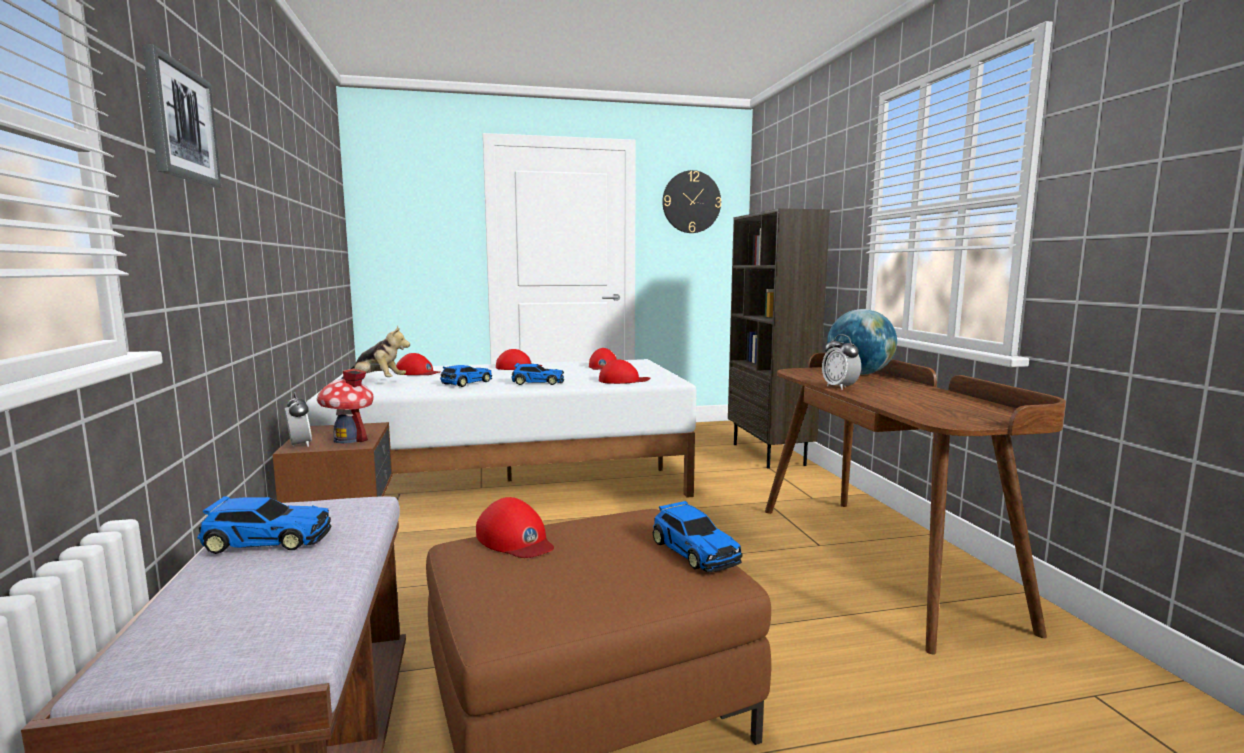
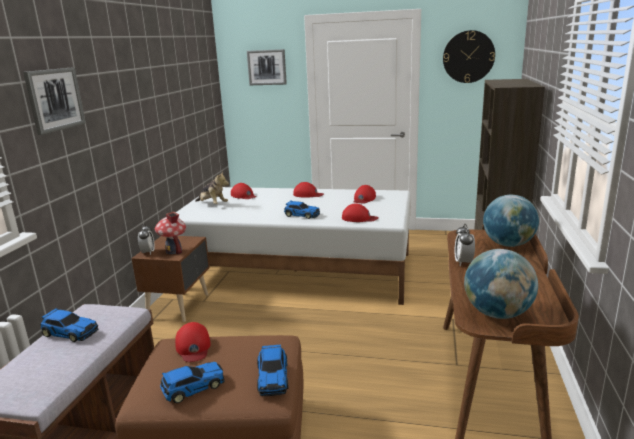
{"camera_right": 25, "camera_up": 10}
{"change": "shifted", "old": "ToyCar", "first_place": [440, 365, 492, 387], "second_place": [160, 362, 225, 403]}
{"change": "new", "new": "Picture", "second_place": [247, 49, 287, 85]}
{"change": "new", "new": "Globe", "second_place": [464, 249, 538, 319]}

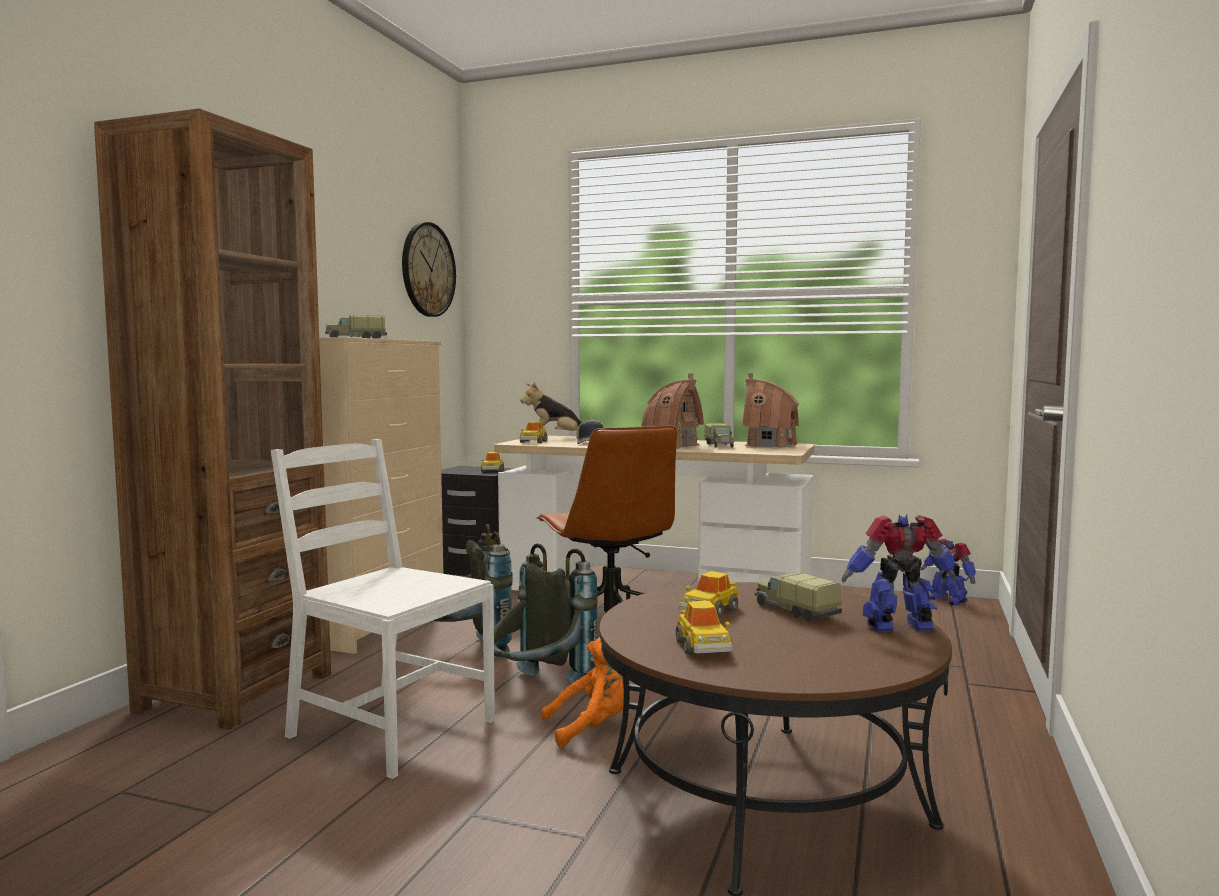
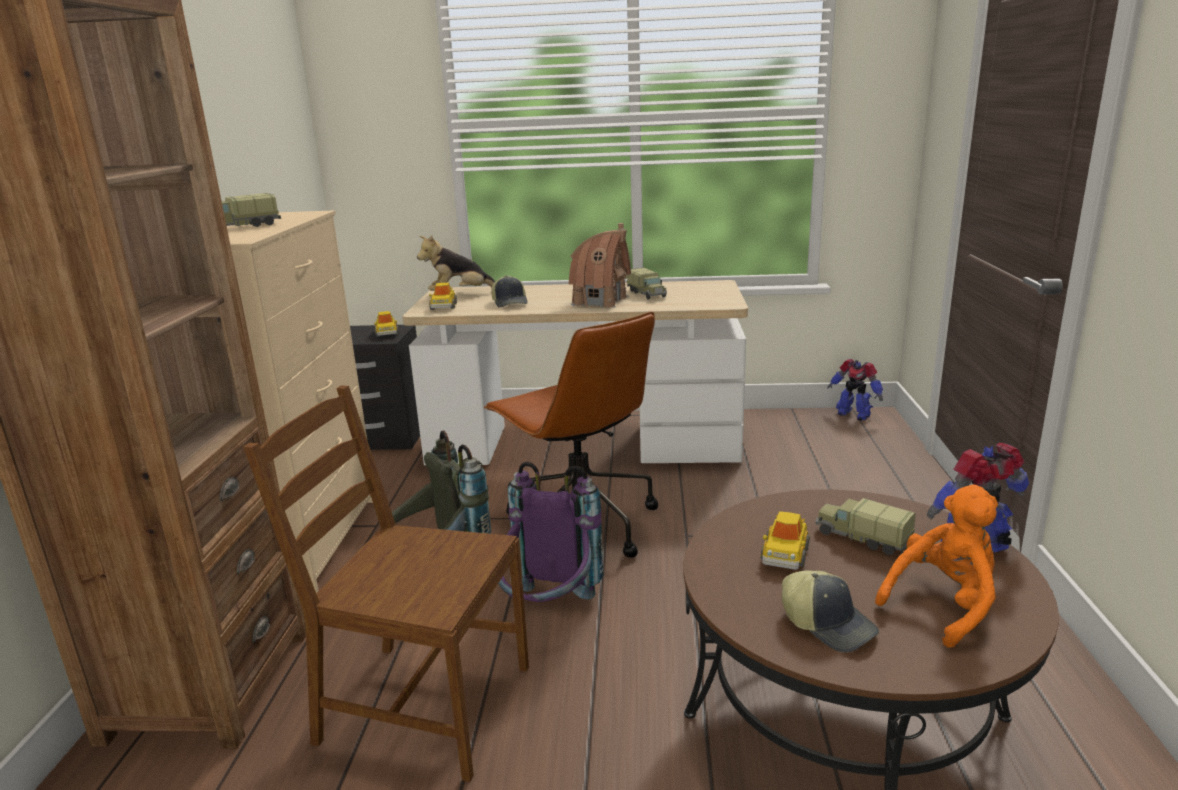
{"camera_right": -15, "camera_up": 15}
{"change": "gone", "old": "WallClock", "first_place": [402, 222, 456, 317]}
{"change": "gone", "old": "ToyHouse", "first_place": [743, 373, 799, 448]}
{"change": "repainted", "old": "WhiteChair", "new": "BrownChair", "first_place": [271, 439, 495, 779], "second_place": [243, 386, 529, 782]}
{"change": "repainted", "old": "GreyBackpack", "new": "PurpleBackpack", "first_place": [494, 543, 598, 688], "second_place": [498, 461, 603, 602]}
{"change": "swapped", "old": "ToyCar", "new": "Cap", "first_place": [676, 601, 732, 654], "second_place": [782, 570, 879, 653]}
{"change": "shifted", "old": "OrangePlushToy", "first_place": [541, 637, 624, 747], "second_place": [875, 485, 998, 648]}

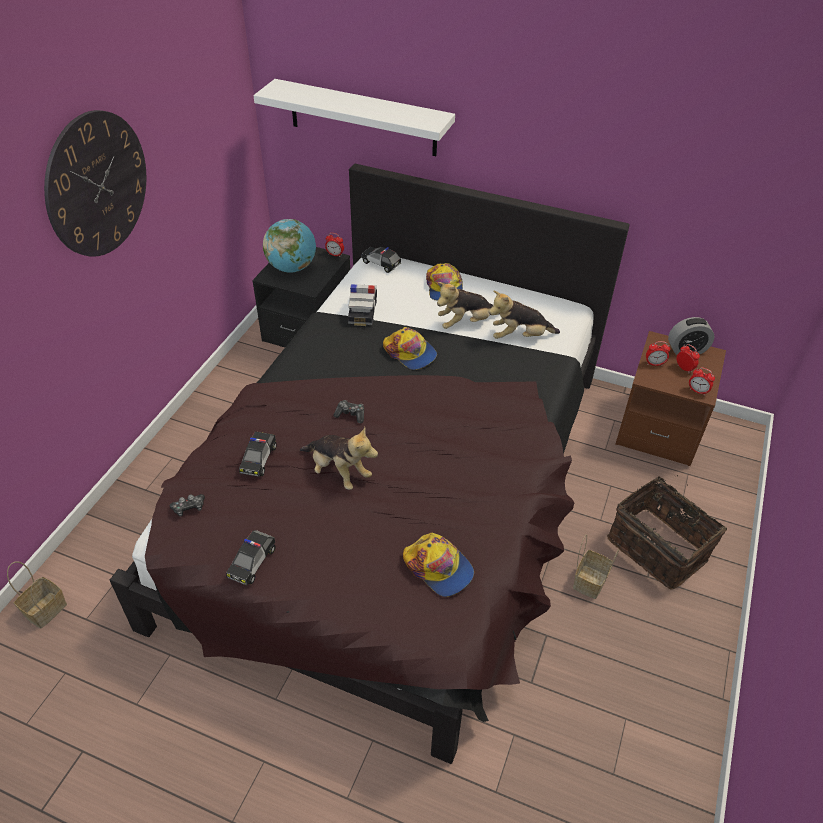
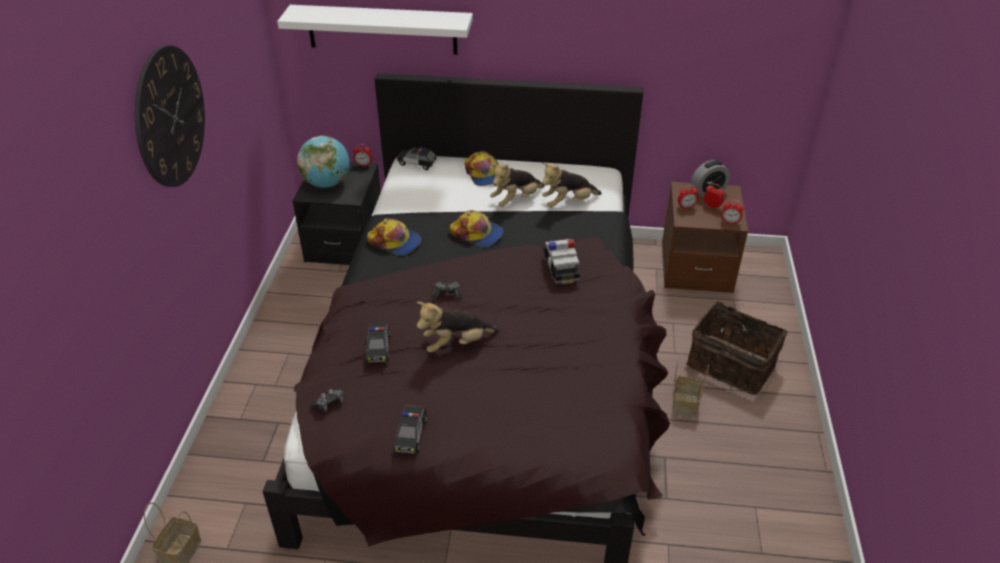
{"camera_right": -15, "camera_up": -5}
{"change": "shifted", "old": "ToyCar", "first_place": [348, 284, 377, 326], "second_place": [543, 239, 580, 284]}
{"change": "rotated", "old": "PlushToy", "first_place": [300, 427, 378, 490], "second_place": [416, 302, 500, 353], "degrees": 135}
{"change": "shifted", "old": "Cap", "first_place": [403, 533, 474, 597], "second_place": [367, 218, 421, 256]}

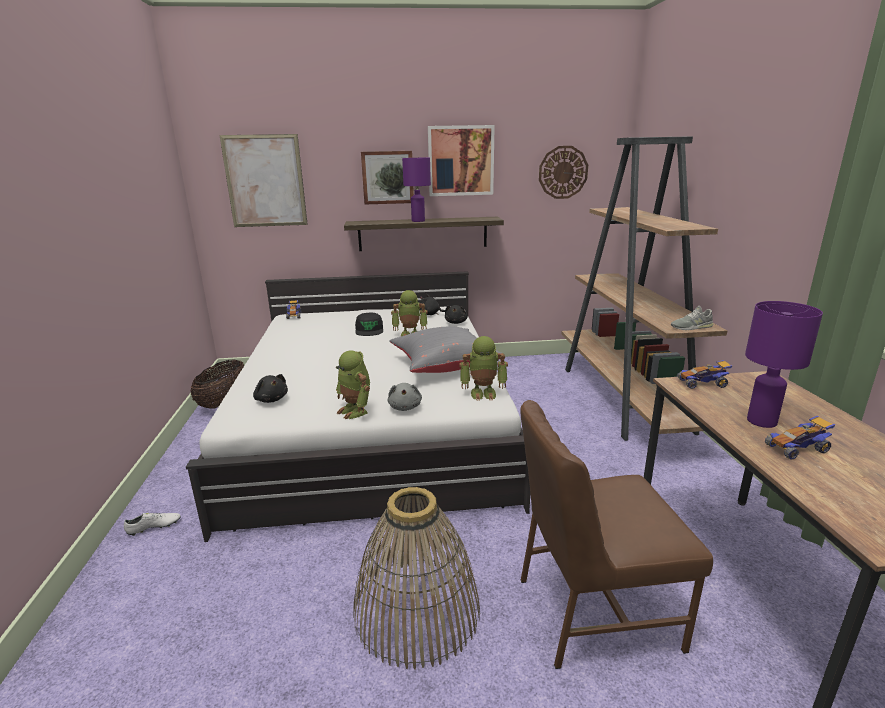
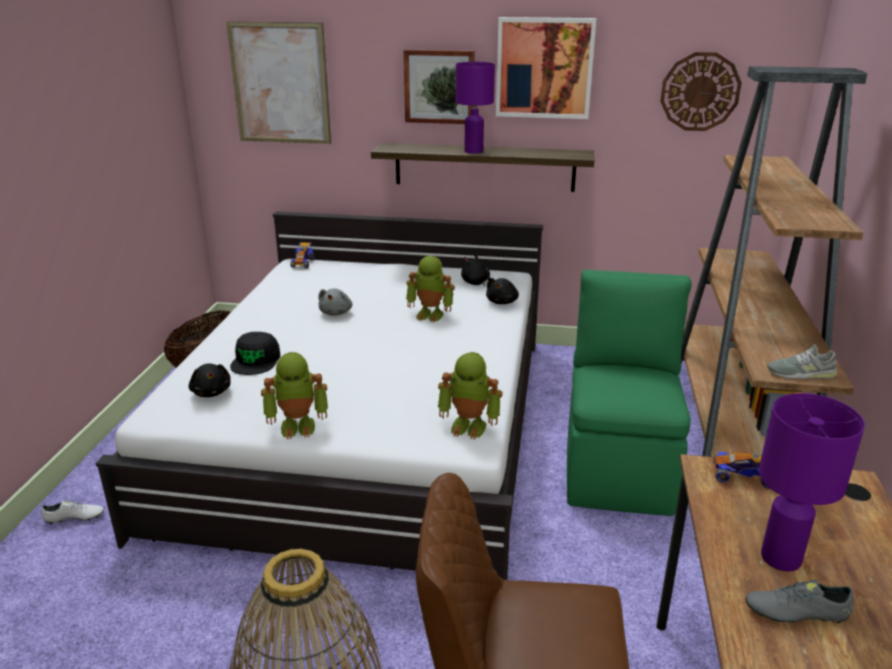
{"camera_right": 15, "camera_up": 5}
{"change": "shifted", "old": "BlackCap", "first_place": [355, 313, 383, 336], "second_place": [230, 332, 280, 375]}
{"change": "gone", "old": "GreyPillow", "first_place": [389, 327, 501, 373]}
{"change": "rotated", "old": "ToyRobot", "first_place": [336, 350, 370, 419], "second_place": [261, 352, 328, 439], "degrees": -75}
{"change": "shifted", "old": "GreyPlushToy", "first_place": [388, 383, 422, 411], "second_place": [318, 288, 352, 316]}
{"change": "swapped", "old": "ToyCar", "new": "GreyShoe", "first_place": [765, 416, 835, 460], "second_place": [746, 579, 854, 624]}
{"change": "new", "new": "GreenChair", "second_place": [567, 269, 692, 516]}

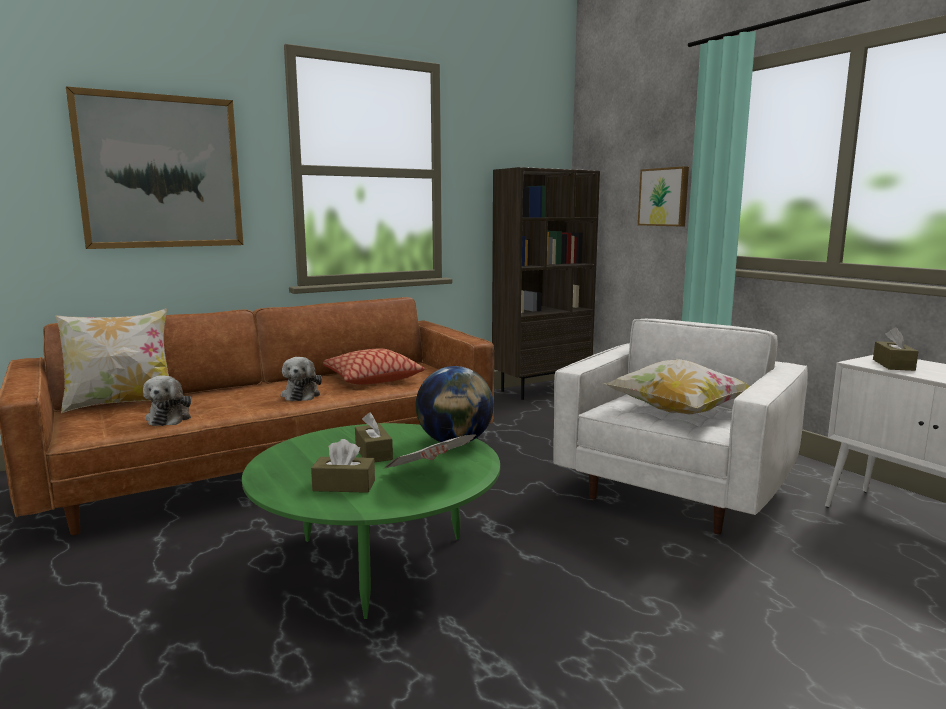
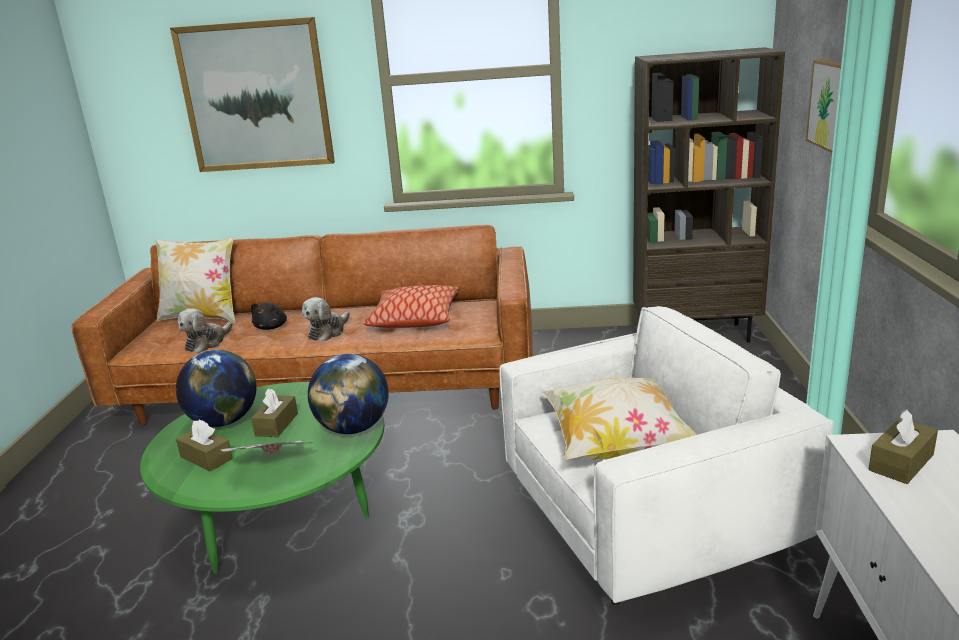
{"camera_right": 35, "camera_up": 10}
{"change": "new", "new": "BlackPlushToy", "second_place": [251, 302, 287, 330]}
{"change": "new", "new": "Globe", "second_place": [176, 350, 257, 427]}

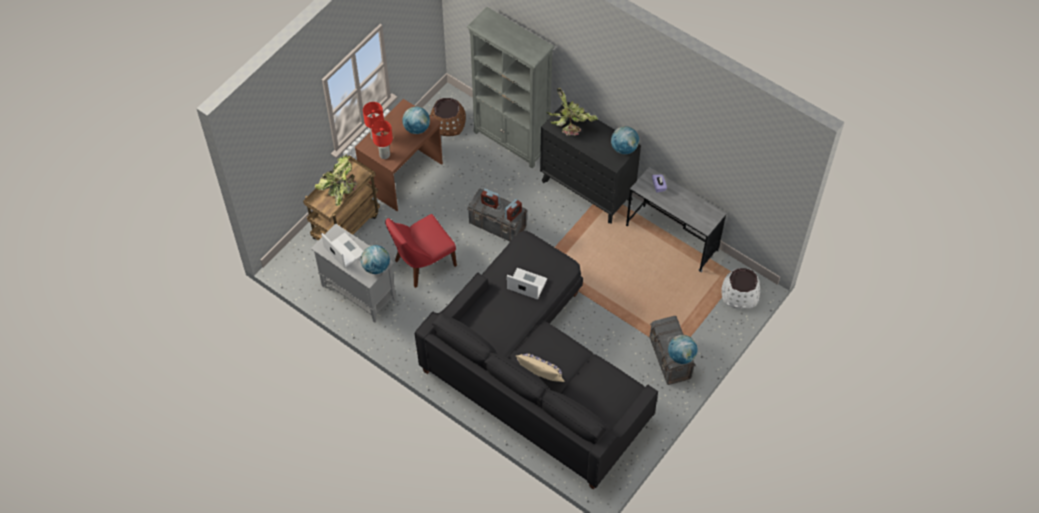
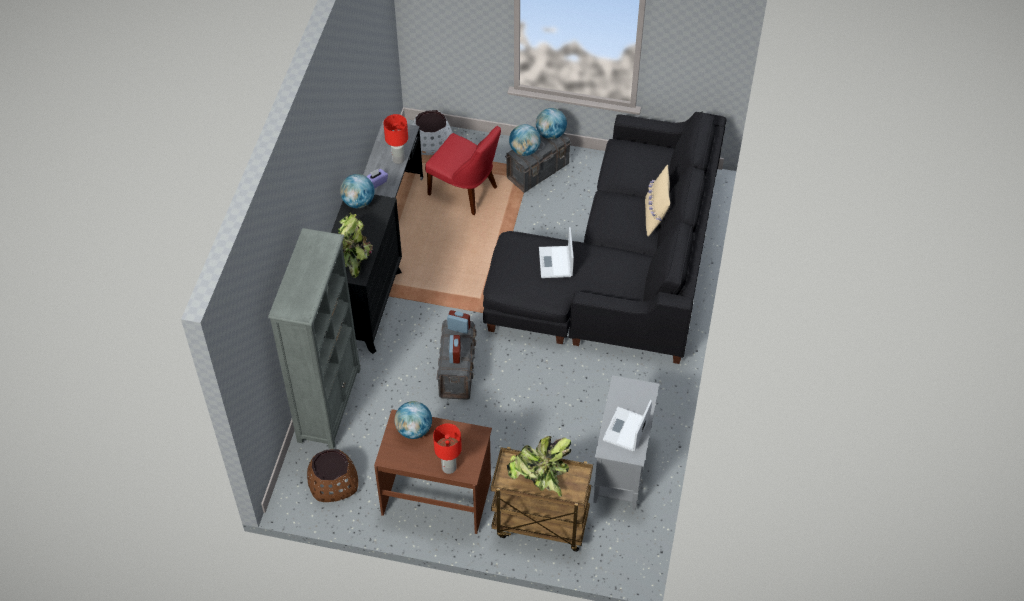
{"camera_right": -115, "camera_up": -5}
{"change": "shifted", "old": "RedTableLamp", "first_place": [371, 120, 393, 159], "second_place": [383, 114, 408, 164]}
{"change": "shifted", "old": "RedChair", "first_place": [385, 214, 457, 288], "second_place": [425, 126, 501, 215]}
{"change": "shifted", "old": "Globe", "first_place": [361, 245, 390, 274], "second_place": [509, 124, 541, 156]}

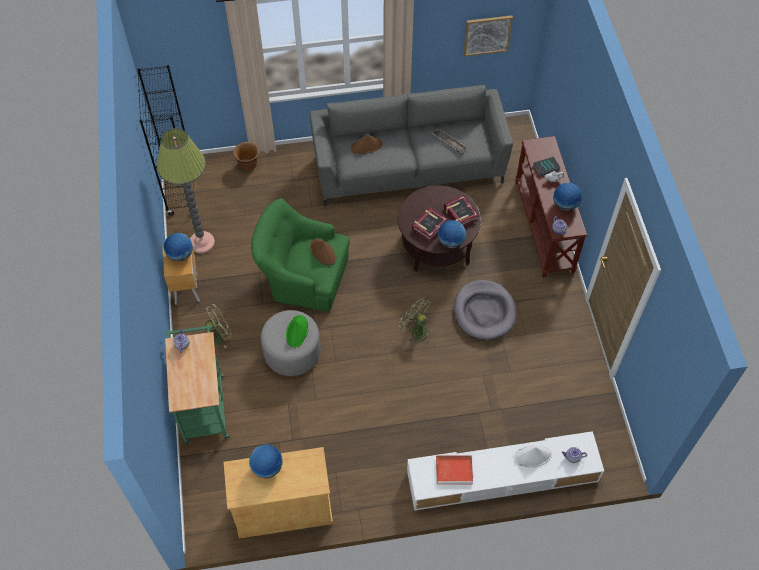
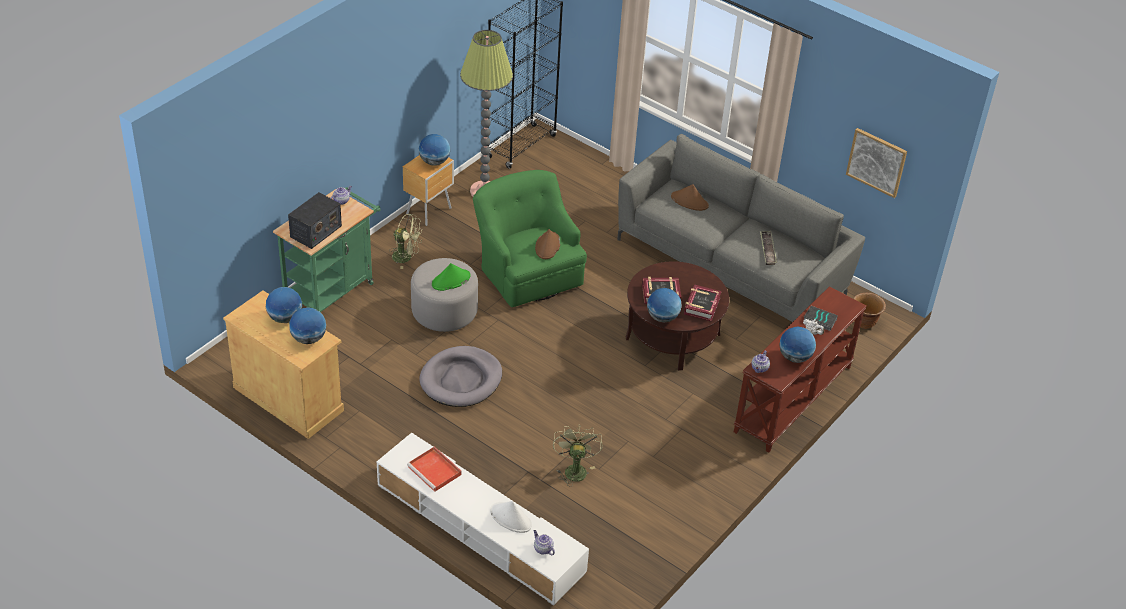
{"camera_right": 45, "camera_up": -15}
{"change": "shifted", "old": "BrownPlanter", "first_place": [233, 142, 259, 170], "second_place": [853, 293, 886, 329]}
{"change": "shifted", "old": "GreyDogBed", "first_place": [454, 280, 516, 340], "second_place": [419, 346, 502, 407]}
{"change": "shifted", "old": "GreenFan", "first_place": [399, 298, 430, 345], "second_place": [553, 424, 603, 487]}
{"change": "new", "new": "Radio", "second_place": [288, 192, 342, 249]}
{"change": "new", "new": "Globe", "second_place": [289, 307, 326, 344]}

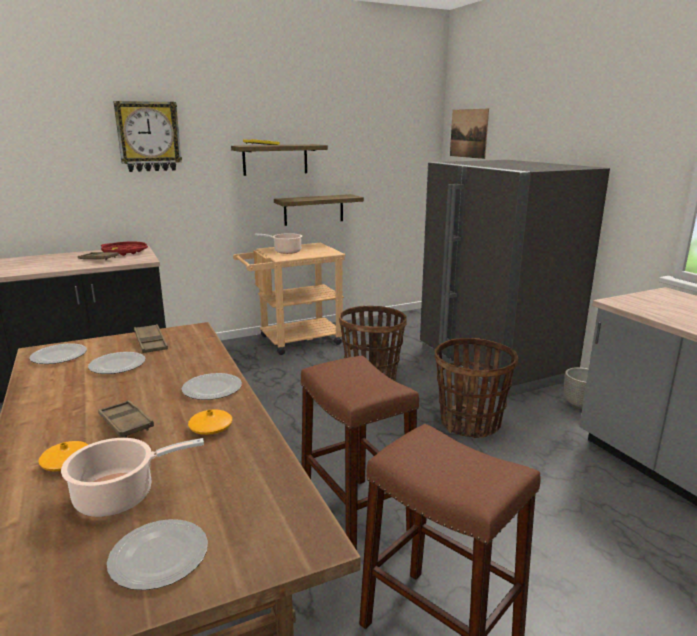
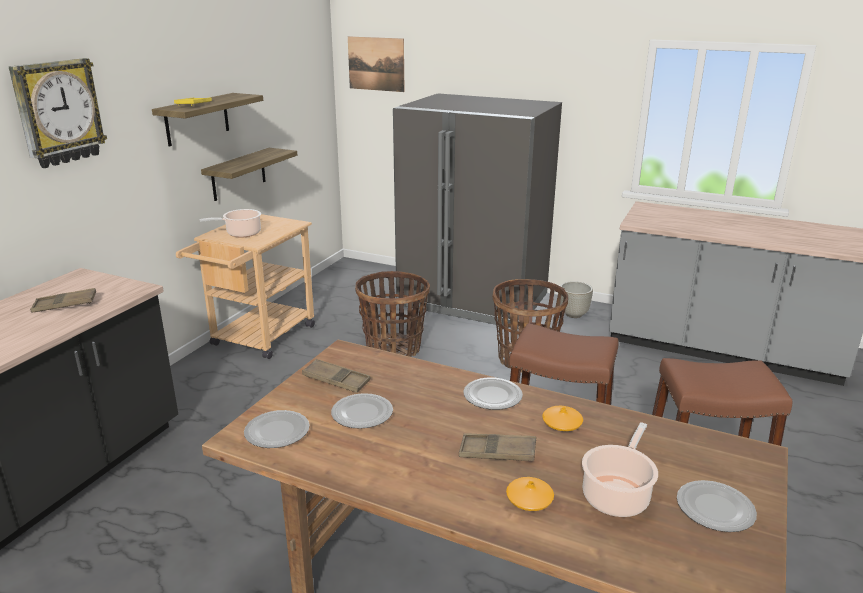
{"camera_right": -40, "camera_up": 5}
{"change": "gone", "old": "RedTray", "first_place": [101, 241, 148, 256]}

